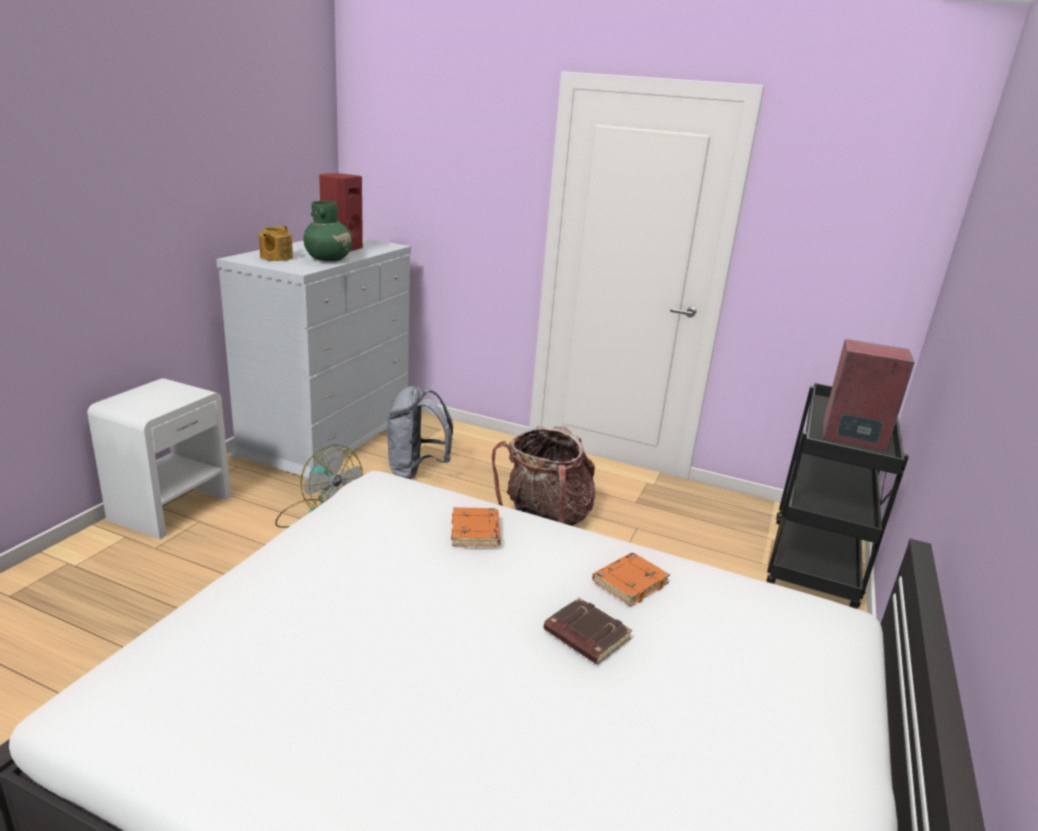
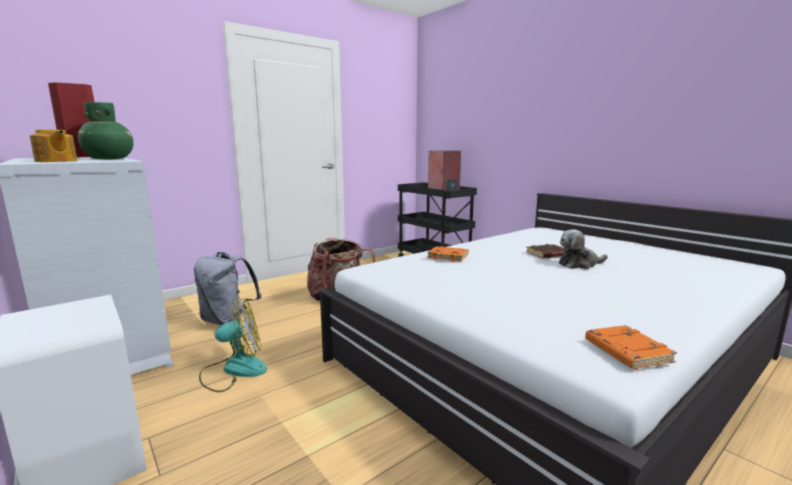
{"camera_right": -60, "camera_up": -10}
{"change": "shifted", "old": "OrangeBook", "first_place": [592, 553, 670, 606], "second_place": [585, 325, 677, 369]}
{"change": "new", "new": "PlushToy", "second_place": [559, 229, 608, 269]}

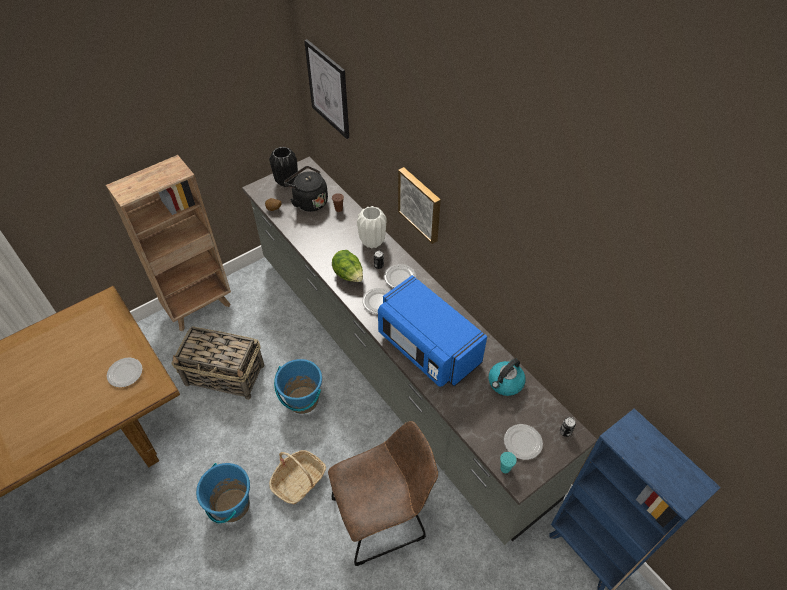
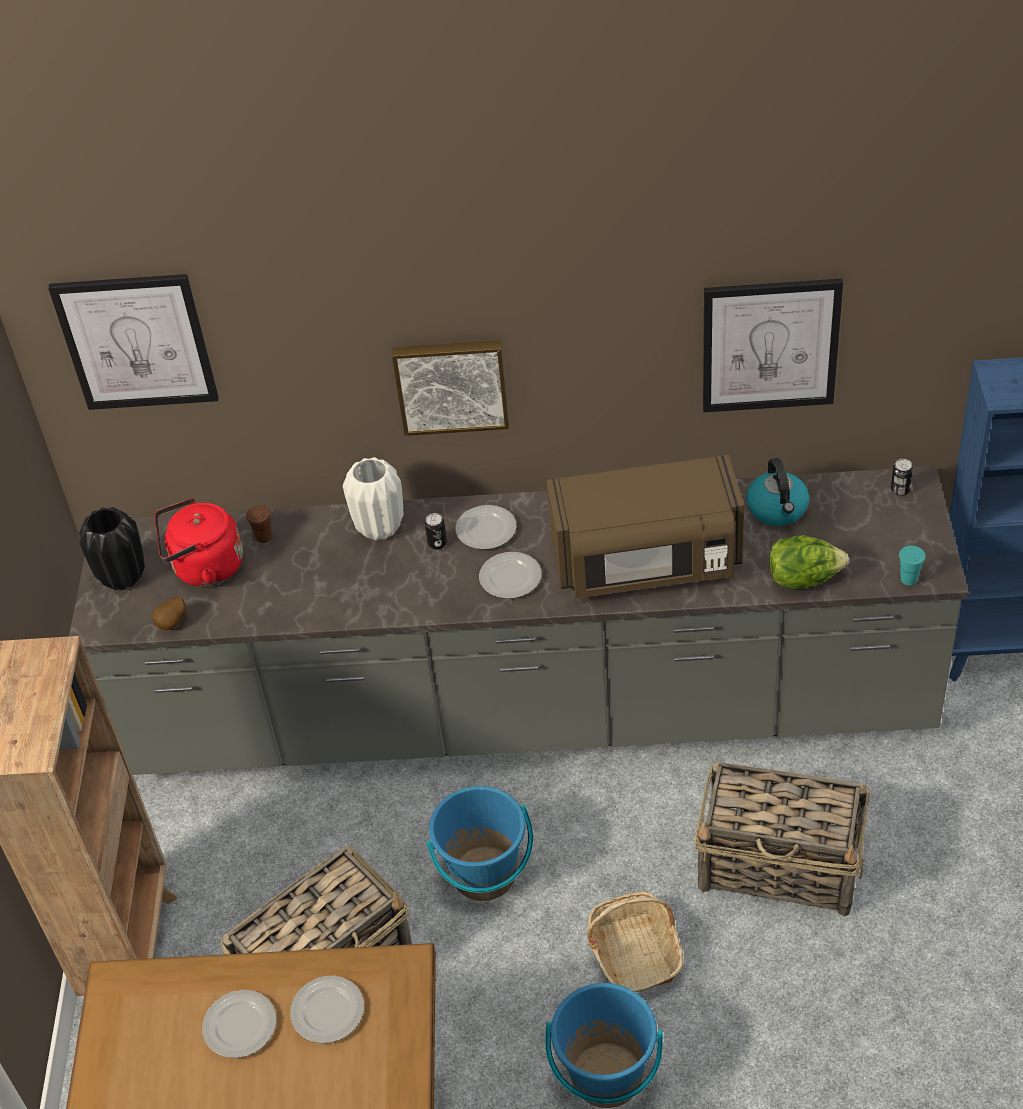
{"camera_right": -50, "camera_up": -5}
{"change": "repainted", "old": "BlackKettle", "new": "RedKettle", "first_place": [284, 166, 328, 212], "second_place": [154, 498, 243, 587]}
{"change": "shifted", "old": "Lettuce", "first_place": [332, 250, 363, 282], "second_place": [769, 535, 849, 589]}
{"change": "repainted", "old": "BlueMicrowave", "new": "BrownMicrowave", "first_place": [378, 275, 487, 387], "second_place": [547, 455, 744, 599]}
{"change": "swapped", "old": "BrownChair", "new": "Basket", "first_place": [328, 421, 438, 566], "second_place": [694, 761, 870, 916]}
{"change": "shifted", "old": "Plate", "first_place": [504, 424, 543, 460], "second_place": [202, 990, 276, 1058]}
{"change": "new", "new": "Picture", "second_place": [703, 279, 843, 412]}

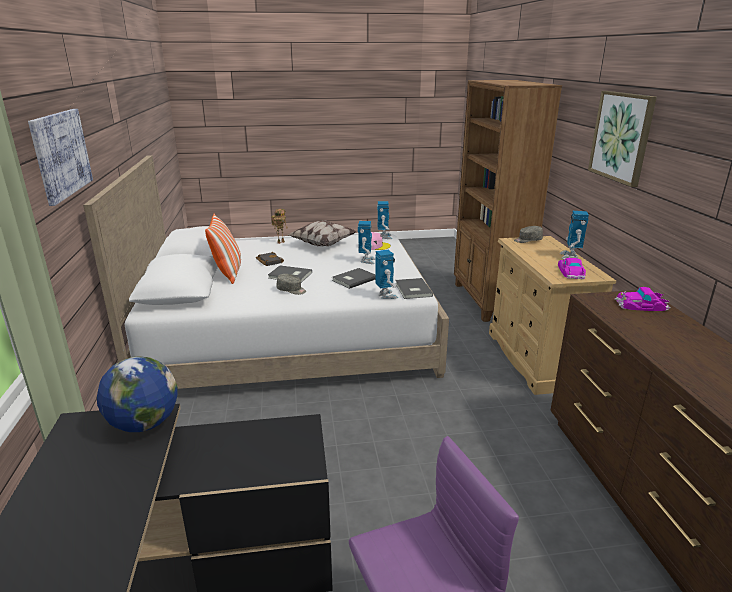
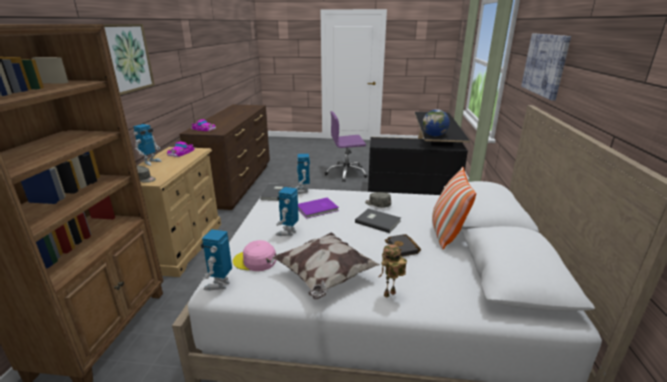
{"camera_right": -165, "camera_up": 0}
{"change": "repainted", "old": "GreyBook", "new": "PurpleBook", "first_place": [332, 268, 376, 289], "second_place": [298, 198, 339, 219]}

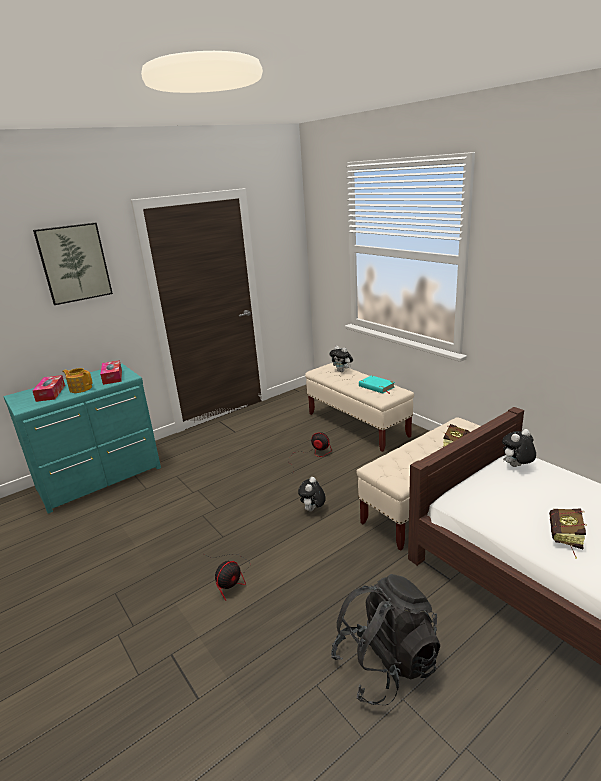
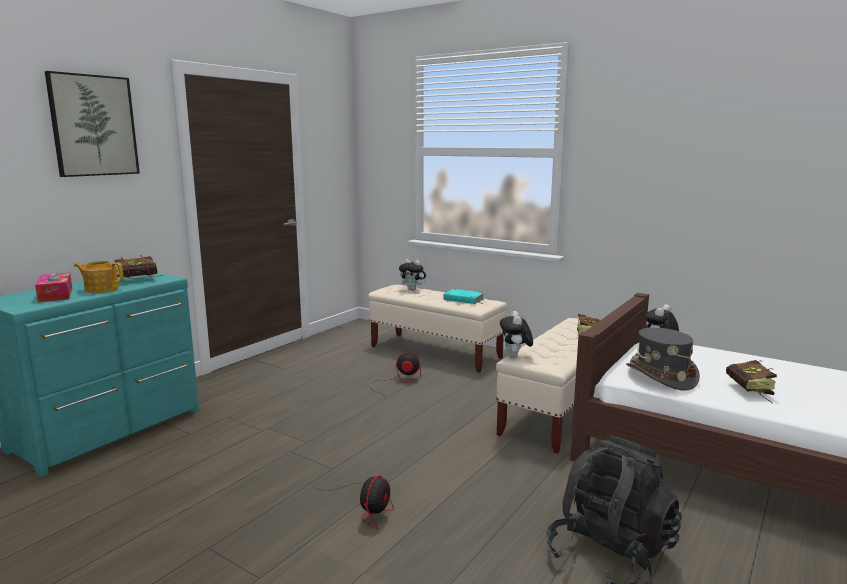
{"camera_right": -20, "camera_up": -10}
{"change": "swapped", "old": "TissueBox", "new": "Book", "first_place": [100, 360, 122, 385], "second_place": [115, 255, 163, 279]}
{"change": "shifted", "old": "PlushToy", "first_place": [298, 477, 326, 511], "second_place": [500, 311, 533, 358]}
{"change": "new", "new": "GreyHat", "second_place": [626, 328, 700, 391]}

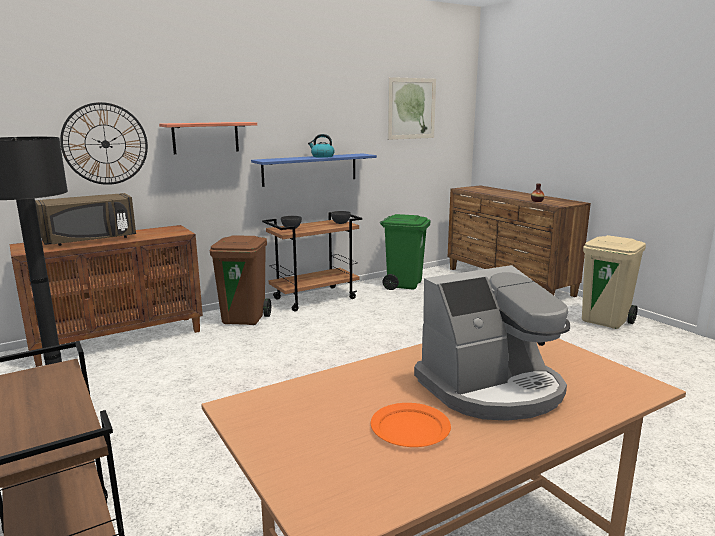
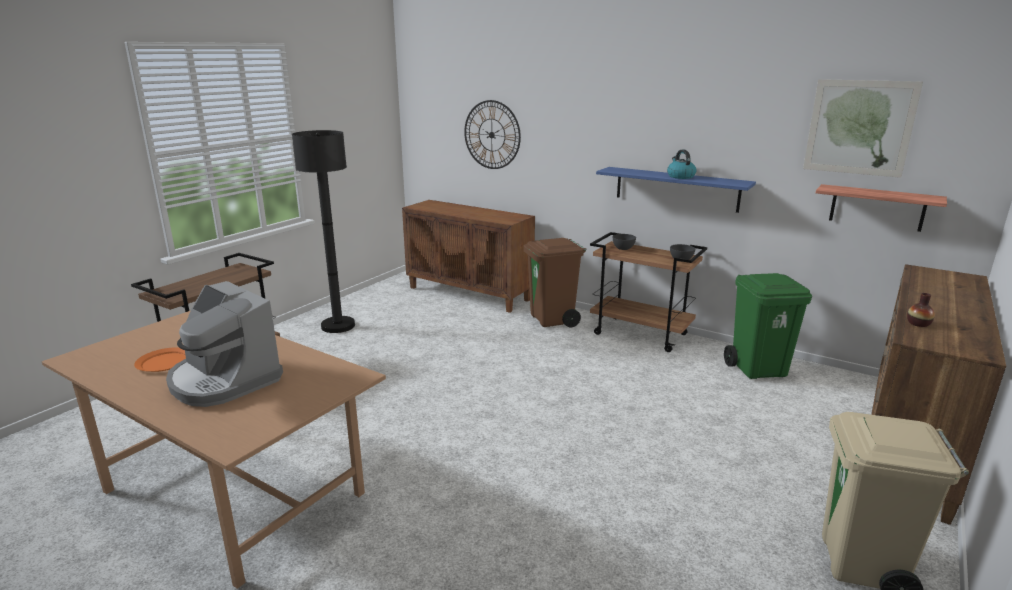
{"camera_right": 65, "camera_up": 5}
{"change": "shifted", "old": "Shelf", "first_place": [159, 122, 257, 154], "second_place": [816, 184, 947, 232]}
{"change": "gone", "old": "BrownMicrowave", "first_place": [35, 193, 136, 246]}

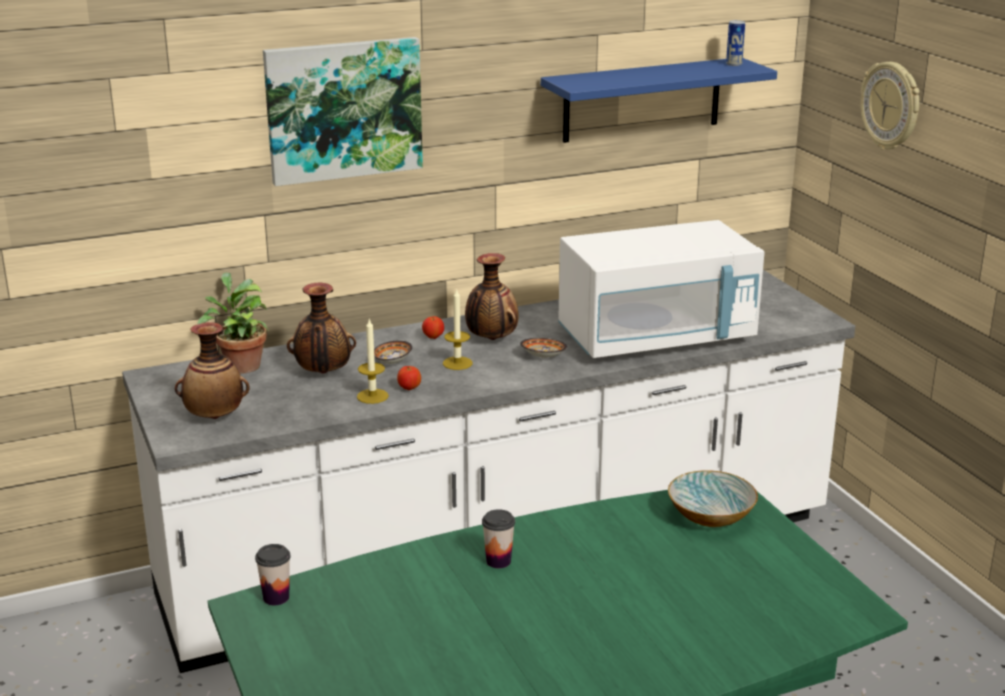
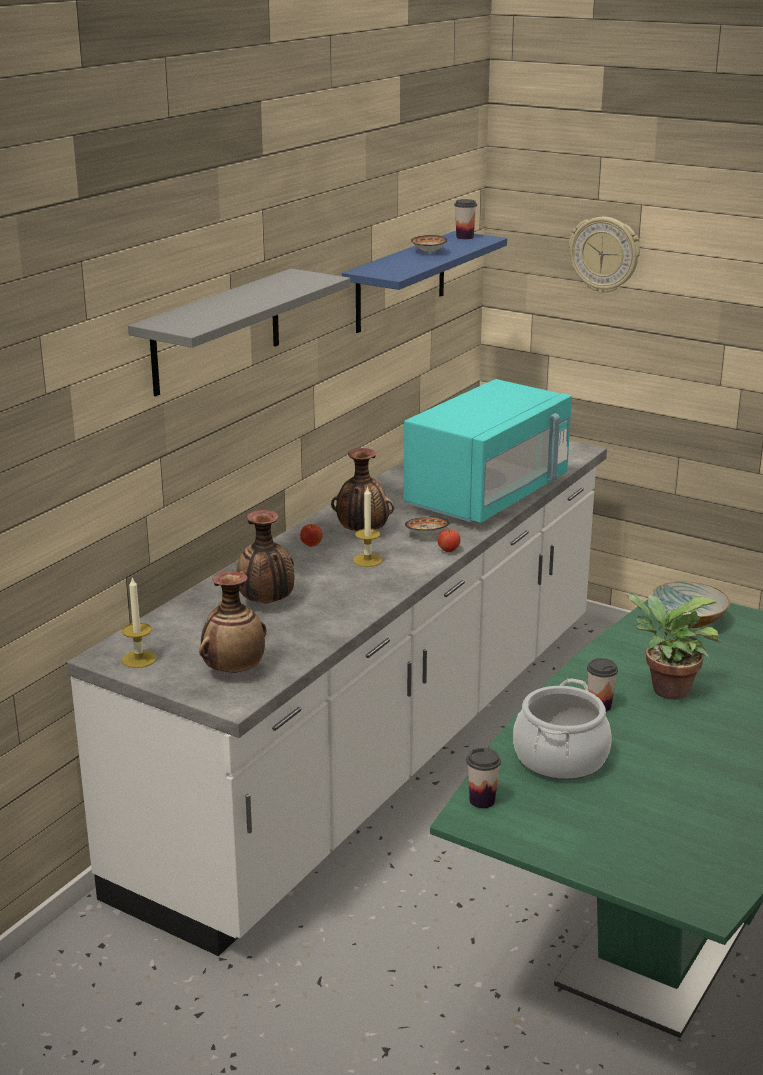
{"camera_right": -35, "camera_up": 0}
{"change": "swapped", "old": "Can", "new": "Cup", "first_place": [726, 20, 745, 66], "second_place": [454, 199, 477, 239]}
{"change": "swapped", "old": "Picture", "new": "GreyShelf", "first_place": [263, 37, 423, 186], "second_place": [128, 268, 350, 396]}
{"change": "repainted", "old": "WhiteMicrowave", "new": "TurquoiseMicrowave", "first_place": [558, 220, 765, 358], "second_place": [403, 379, 572, 523]}
{"change": "shifted", "old": "PottedPlant", "first_place": [197, 273, 269, 374], "second_place": [626, 594, 721, 700]}
{"change": "shifted", "old": "Candle", "first_place": [357, 319, 389, 404], "second_place": [122, 576, 156, 668]}
{"change": "shifted", "old": "Bowl", "first_place": [374, 340, 412, 364], "second_place": [411, 235, 447, 253]}
{"change": "shifted", "old": "Apple", "first_place": [397, 366, 421, 390], "second_place": [438, 530, 460, 552]}
{"change": "new", "new": "CookingPot", "second_place": [513, 679, 612, 780]}

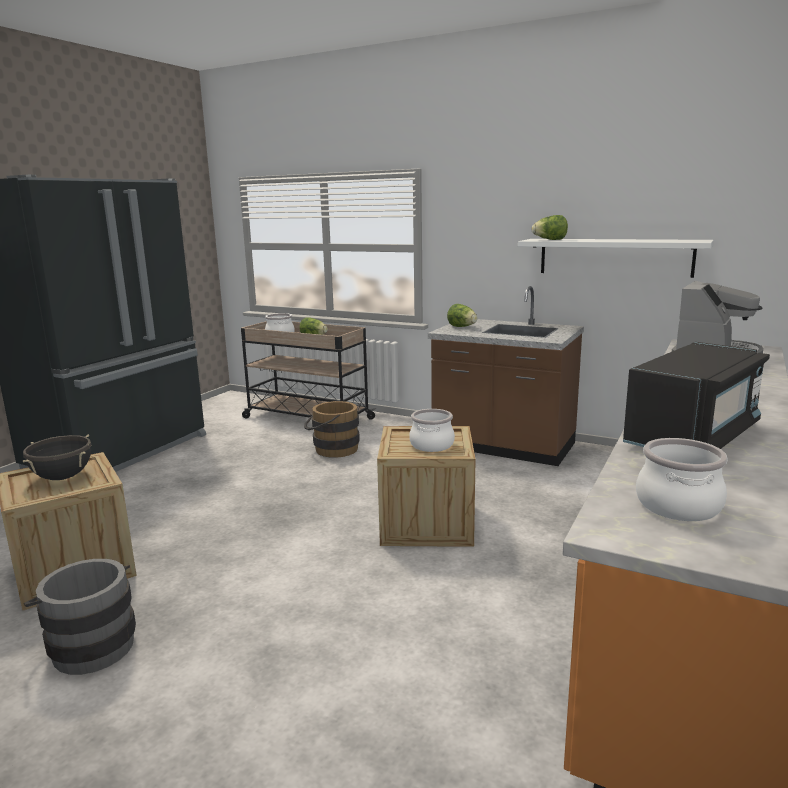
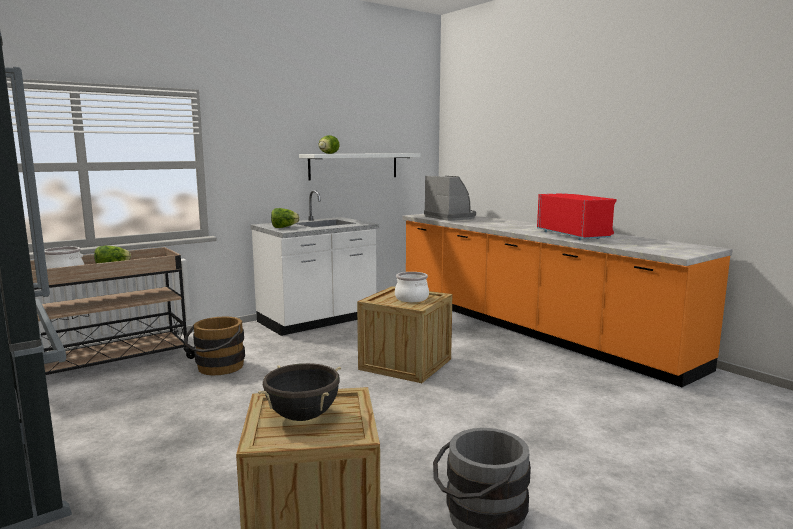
{"camera_right": -65, "camera_up": -5}
{"change": "repainted", "old": "BrownCounter", "new": "WhiteCounter", "first_place": [428, 286, 584, 466], "second_place": [250, 190, 379, 336]}
{"change": "repainted", "old": "BlackMicrowave", "new": "RedMicrowave", "first_place": [623, 342, 770, 449], "second_place": [537, 193, 616, 240]}
{"change": "gone", "old": "CookingPot", "first_place": [636, 438, 728, 521]}

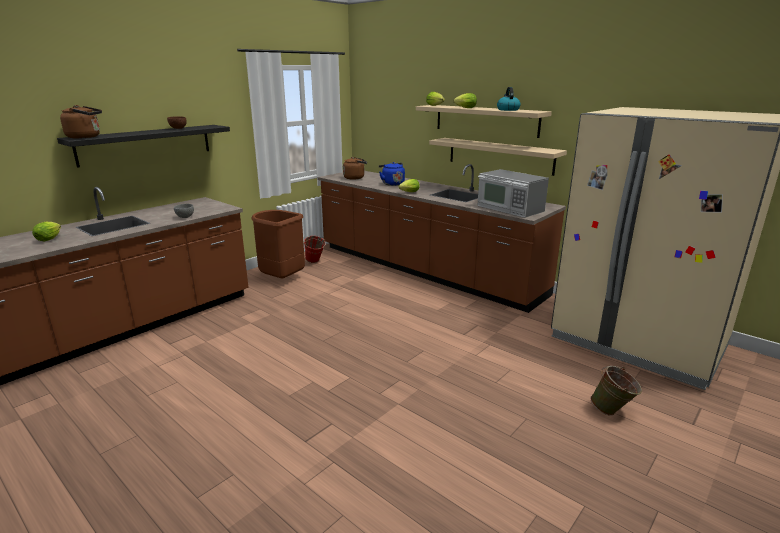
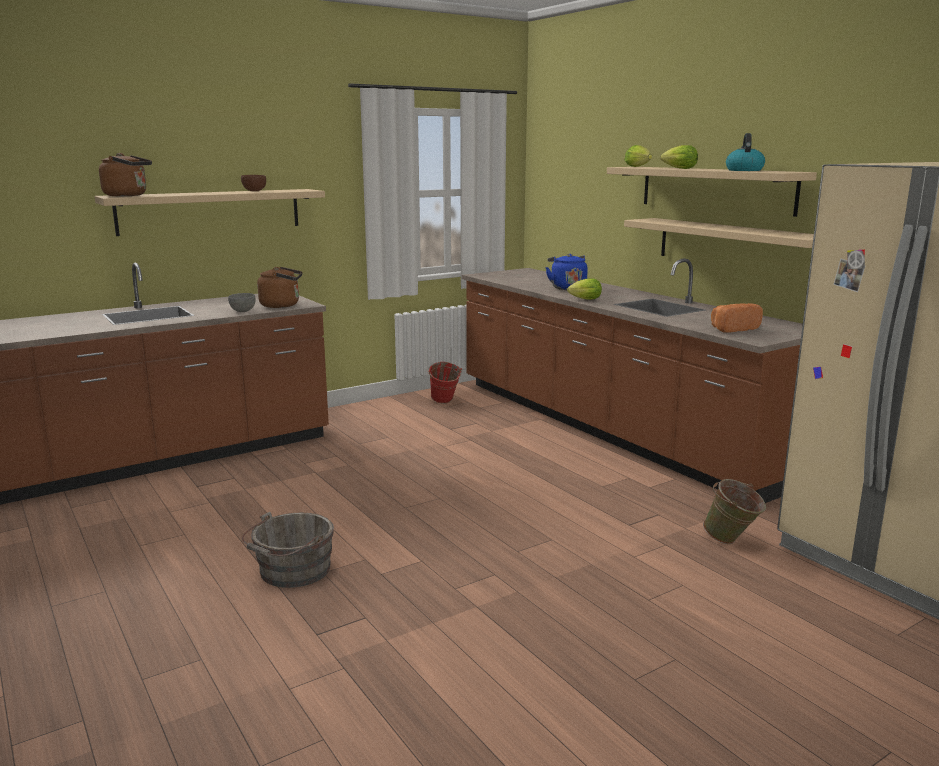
{"camera_right": 15, "camera_up": -5}
{"change": "repainted", "old": "BlackShelf", "new": "BeigeShelf", "first_place": [57, 125, 230, 168], "second_place": [95, 189, 325, 236]}
{"change": "shifted", "old": "BrownKettle", "first_place": [343, 157, 367, 180], "second_place": [257, 267, 303, 308]}
{"change": "swapped", "old": "Microwave", "new": "Bread", "first_place": [477, 169, 549, 218], "second_place": [711, 303, 763, 333]}
{"change": "gone", "old": "BrownTrashCan", "first_place": [251, 210, 305, 279]}
{"change": "gone", "old": "Lettuce", "first_place": [32, 222, 61, 242]}
{"change": "shifted", "old": "GreenBucket", "first_place": [590, 366, 642, 416], "second_place": [703, 479, 766, 544]}
{"change": "new", "new": "GreyBucket", "second_place": [242, 512, 334, 588]}

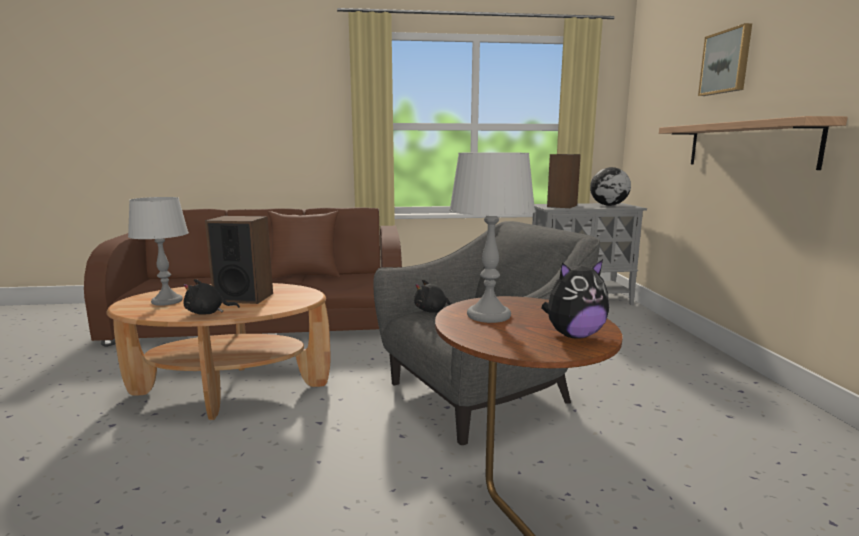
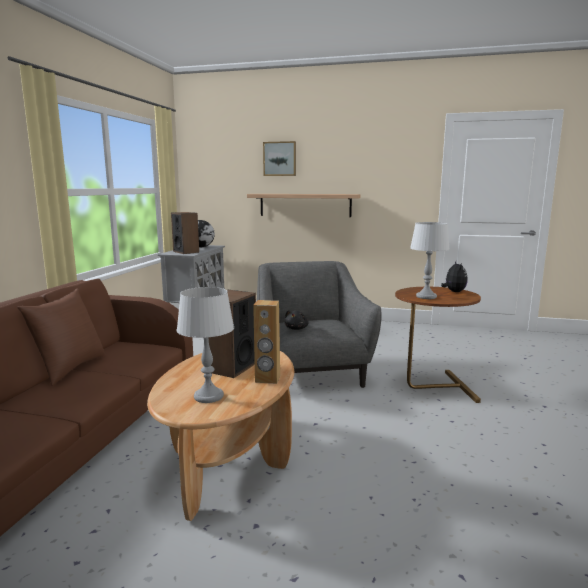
{"camera_right": -70, "camera_up": 0}
{"change": "swapped", "old": "BlackPlushToy", "new": "BrownSpeaker", "first_place": [183, 279, 240, 315], "second_place": [253, 300, 280, 384]}

